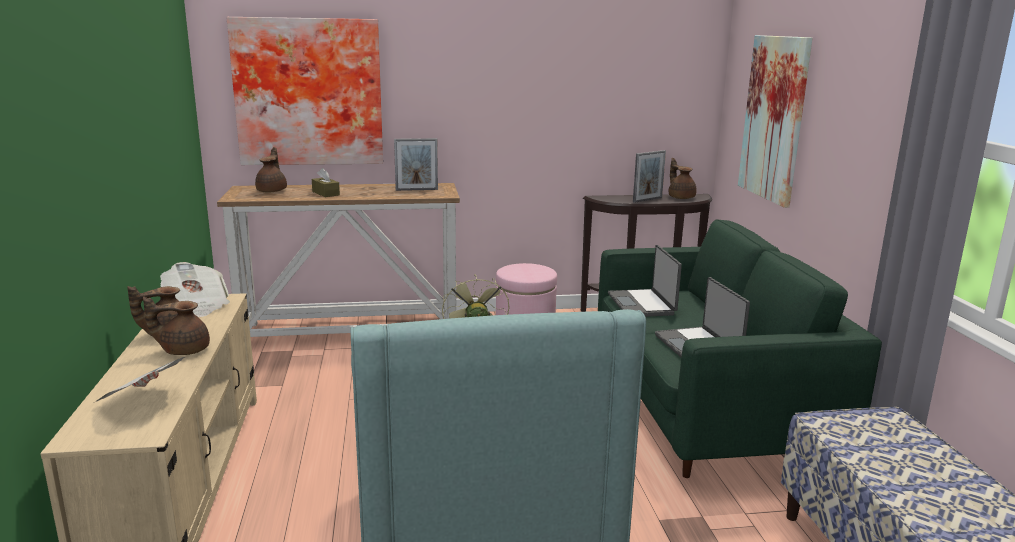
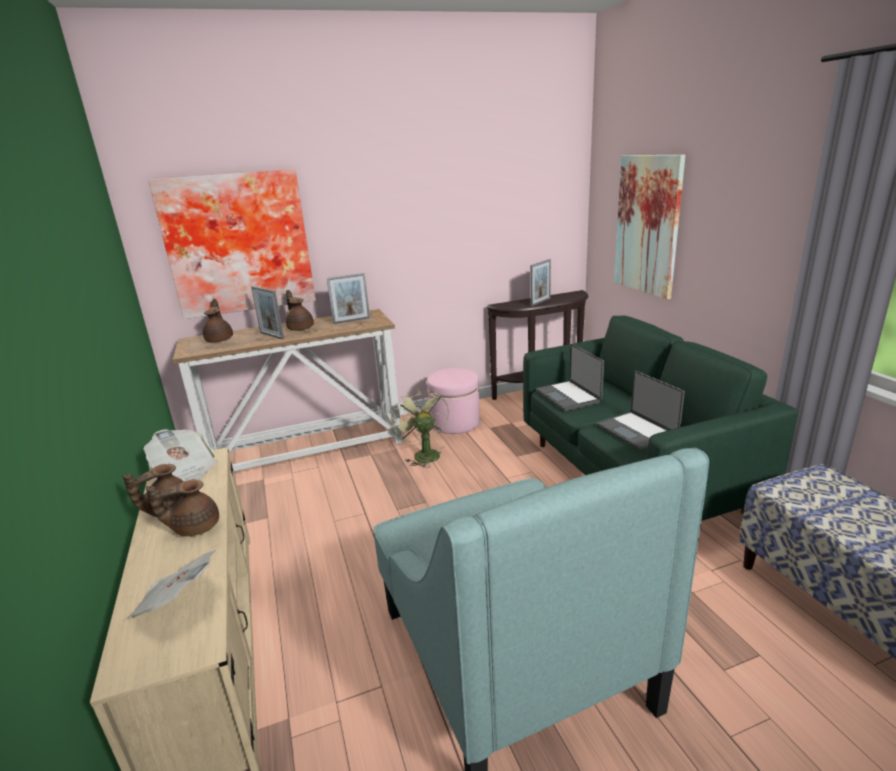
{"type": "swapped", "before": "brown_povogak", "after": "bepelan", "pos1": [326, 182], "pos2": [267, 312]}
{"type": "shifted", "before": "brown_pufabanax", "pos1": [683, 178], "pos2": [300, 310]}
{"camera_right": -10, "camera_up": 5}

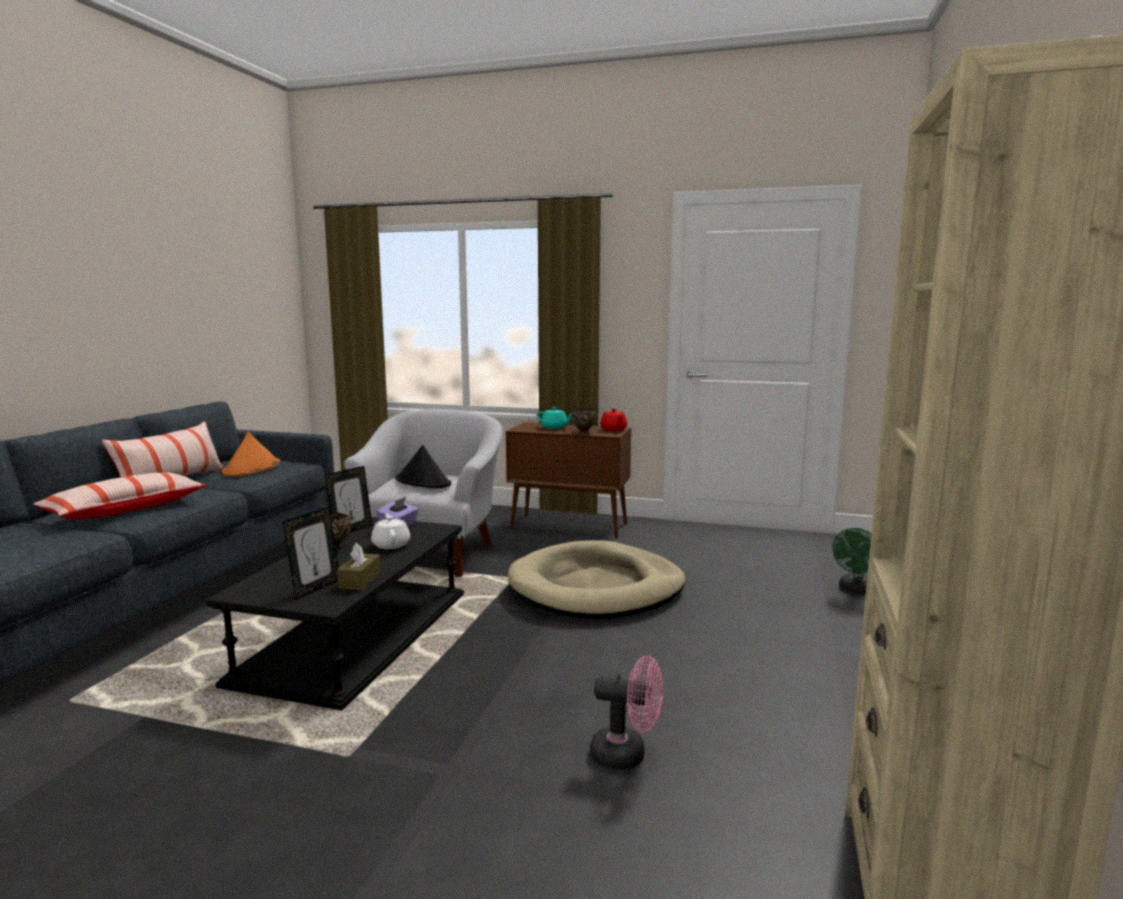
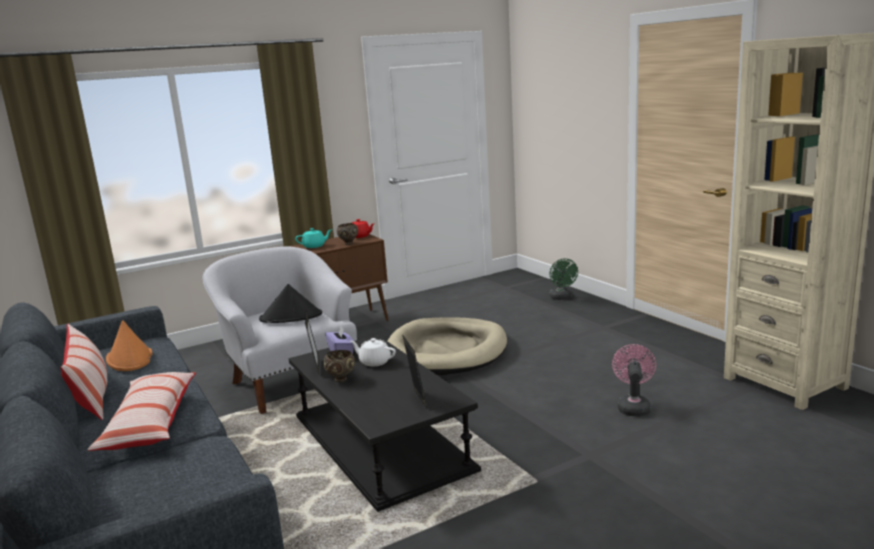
{"type": "rotated", "before": "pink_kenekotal", "pos1": [627, 713], "pos2": [634, 380], "turn": -45}
{"type": "gone", "before": "brown_povogak", "pos1": [359, 566]}
{"camera_right": -45, "camera_up": 5}

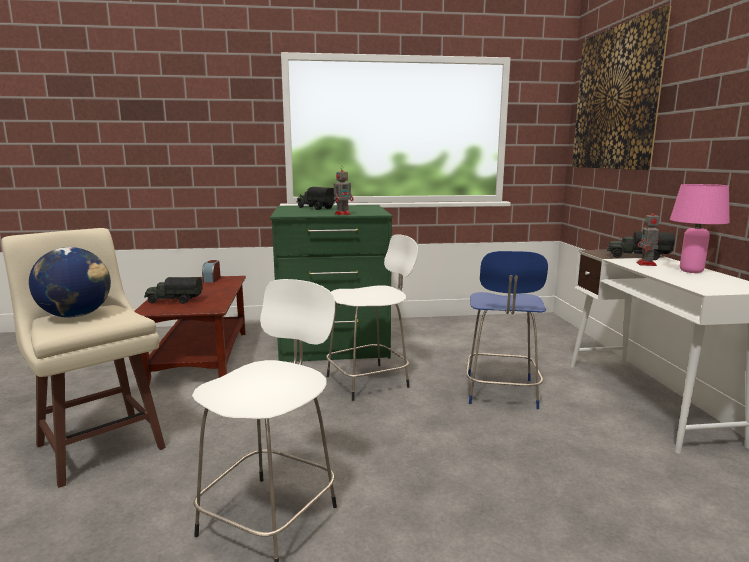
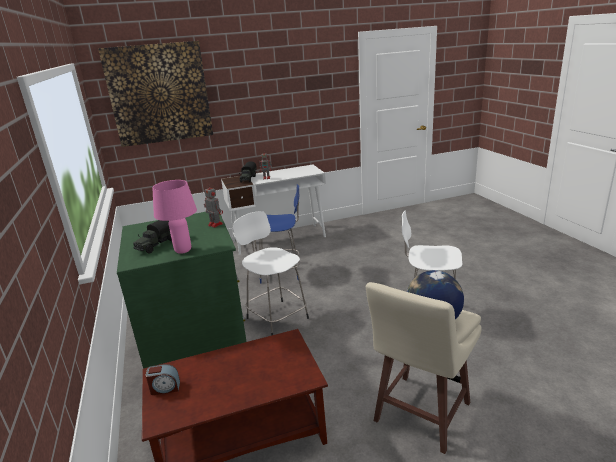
{"type": "shifted", "before": "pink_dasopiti", "pos1": [700, 228], "pos2": [174, 217]}
{"type": "gone", "before": "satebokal", "pos1": [173, 290]}
{"camera_right": -100, "camera_up": 10}

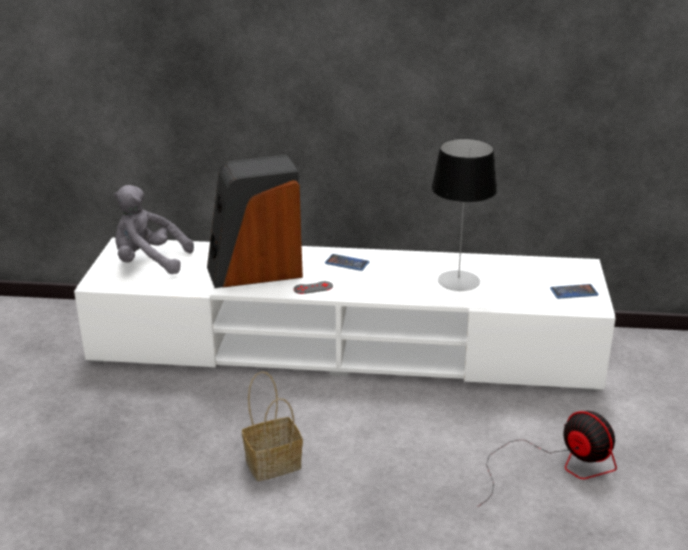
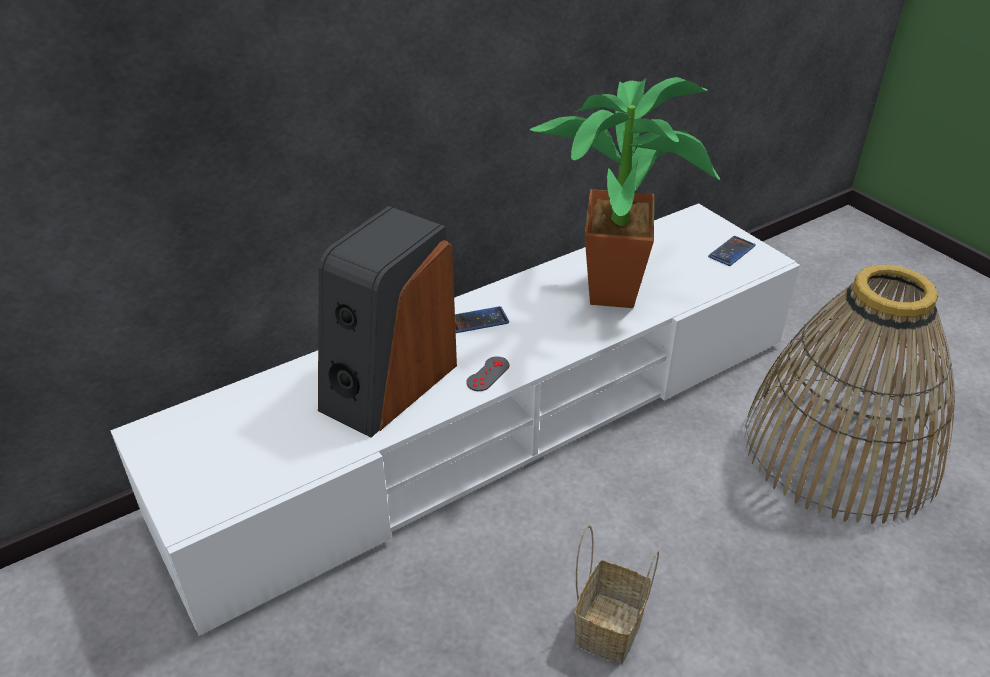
{"type": "swapped", "before": "dasopiti", "after": "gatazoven", "pos1": [464, 214], "pos2": [625, 192]}
{"type": "swapped", "before": "kenekotal", "after": "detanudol", "pos1": [548, 458], "pos2": [849, 394]}
{"type": "gone", "before": "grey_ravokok", "pos1": [154, 229]}
{"camera_right": -40, "camera_up": 10}

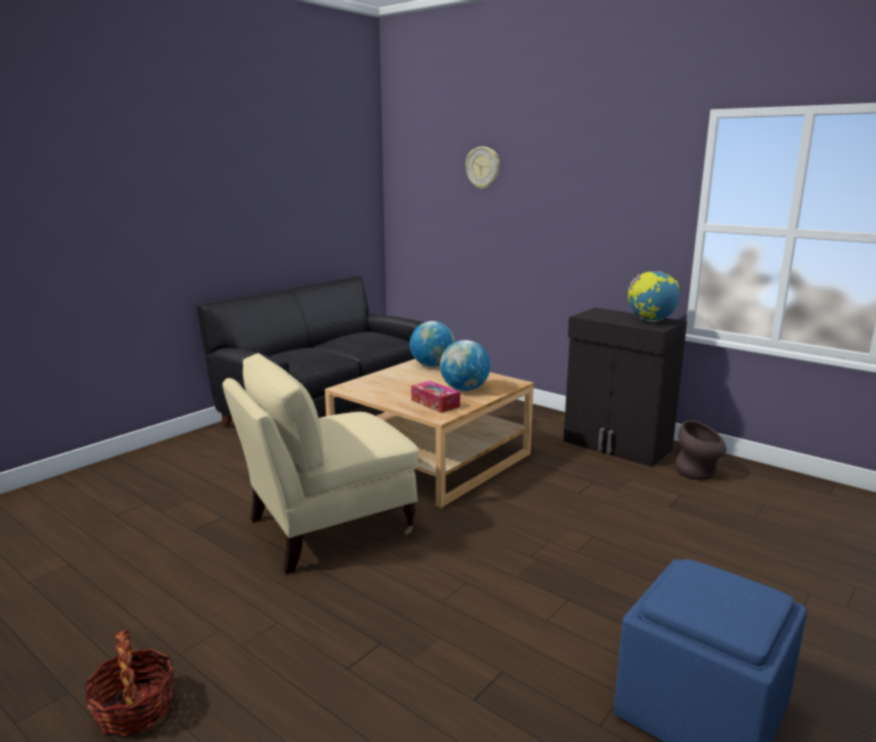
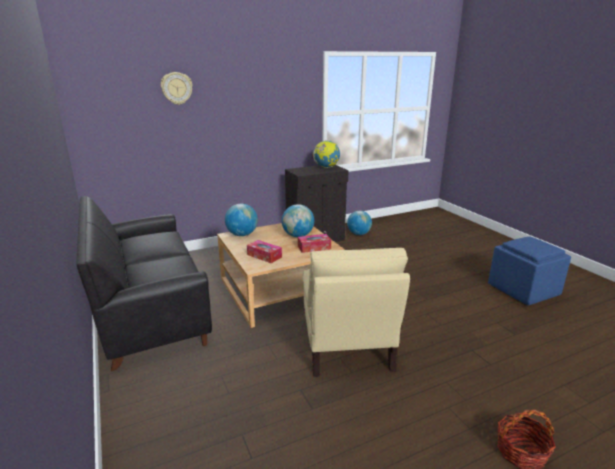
{"type": "new", "after": "povogak", "pos2": [264, 251]}
{"type": "swapped", "before": "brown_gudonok", "after": "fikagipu", "pos1": [701, 450], "pos2": [359, 223]}
{"camera_right": -65, "camera_up": 5}

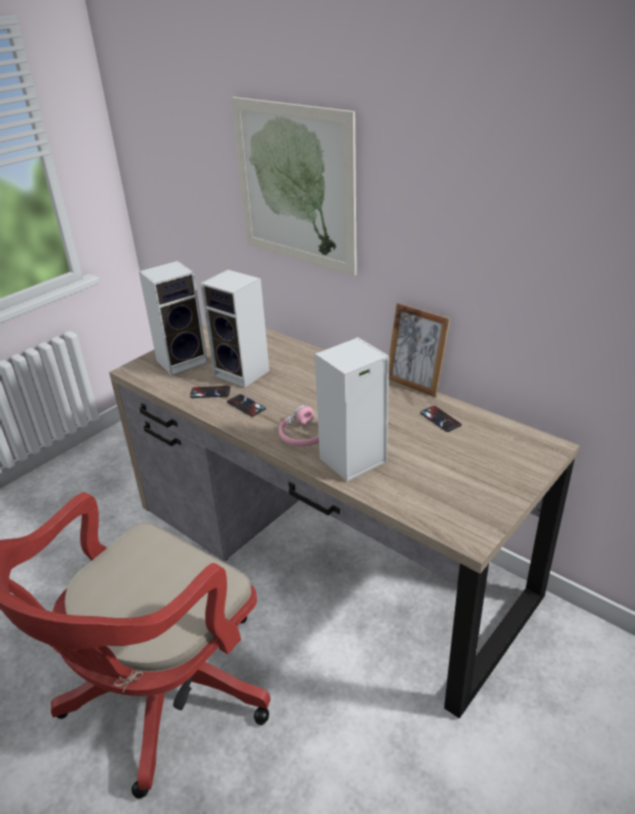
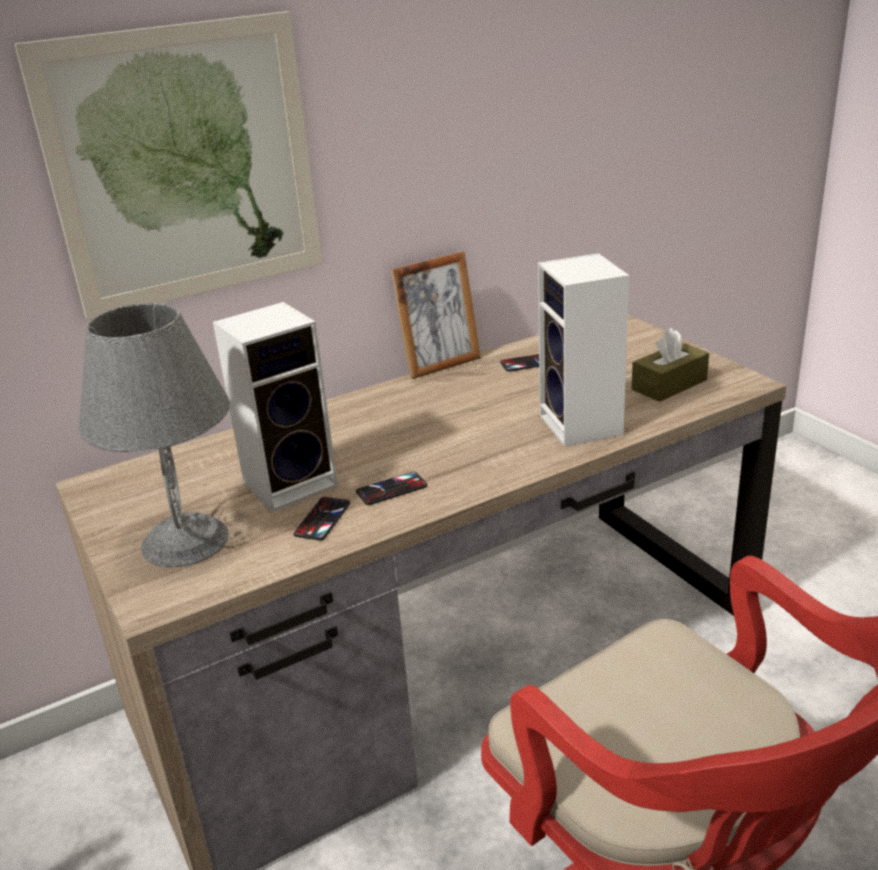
{"type": "swapped", "before": "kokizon", "after": "grey_dasopiti", "pos1": [173, 318], "pos2": [154, 435]}
{"type": "new", "after": "brown_povogak", "pos2": [670, 365]}
{"type": "gone", "before": "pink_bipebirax", "pos1": [299, 425]}
{"camera_right": -70, "camera_up": -5}

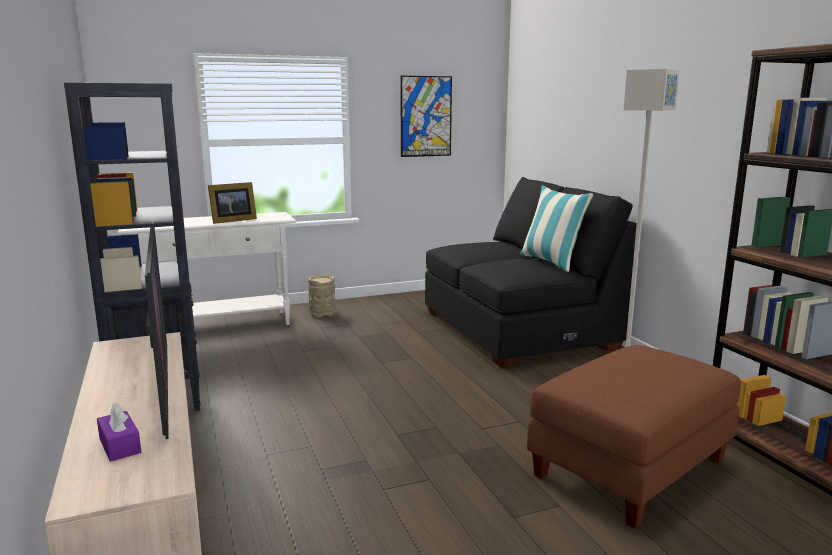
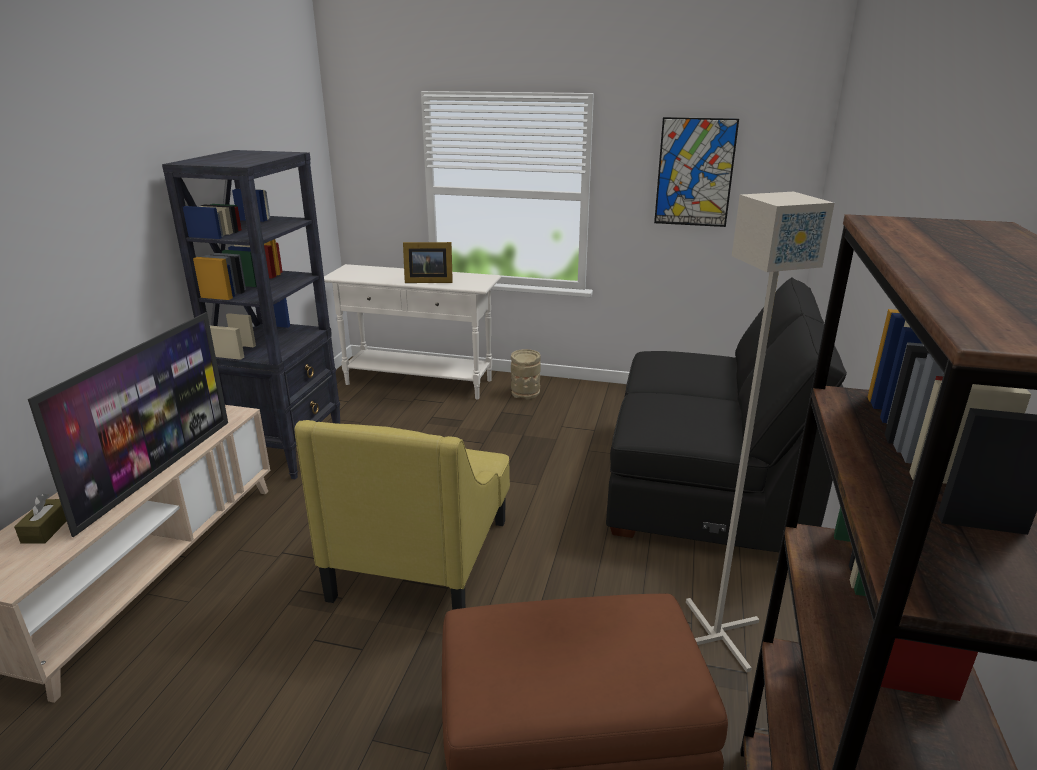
{"type": "repainted", "before": "purple_povogak", "after": "brown_povogak", "pos1": [119, 432], "pos2": [40, 518]}
{"type": "new", "after": "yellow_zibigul", "pos2": [402, 515]}
{"type": "gone", "before": "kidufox", "pos1": [556, 228]}
{"camera_right": 35, "camera_up": 10}

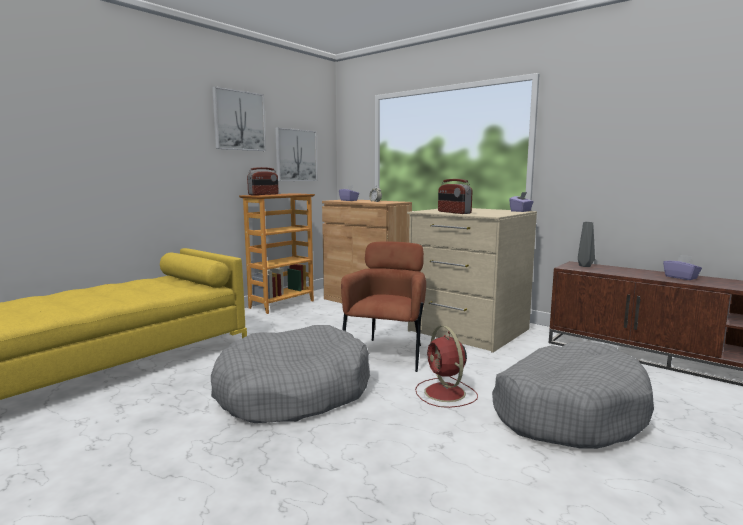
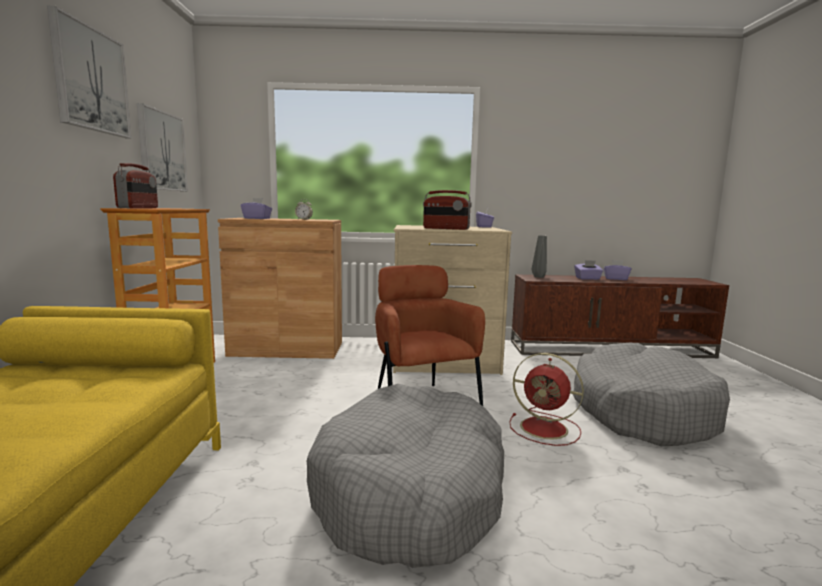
{"type": "new", "after": "purple_povogak", "pos2": [588, 270]}
{"camera_right": -40, "camera_up": 0}

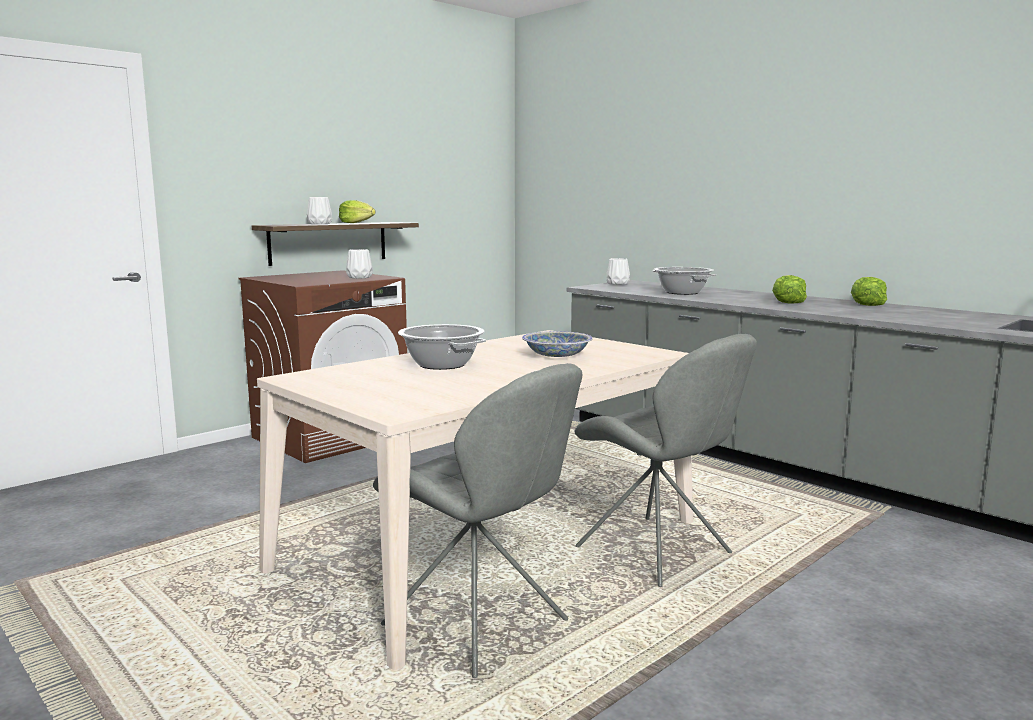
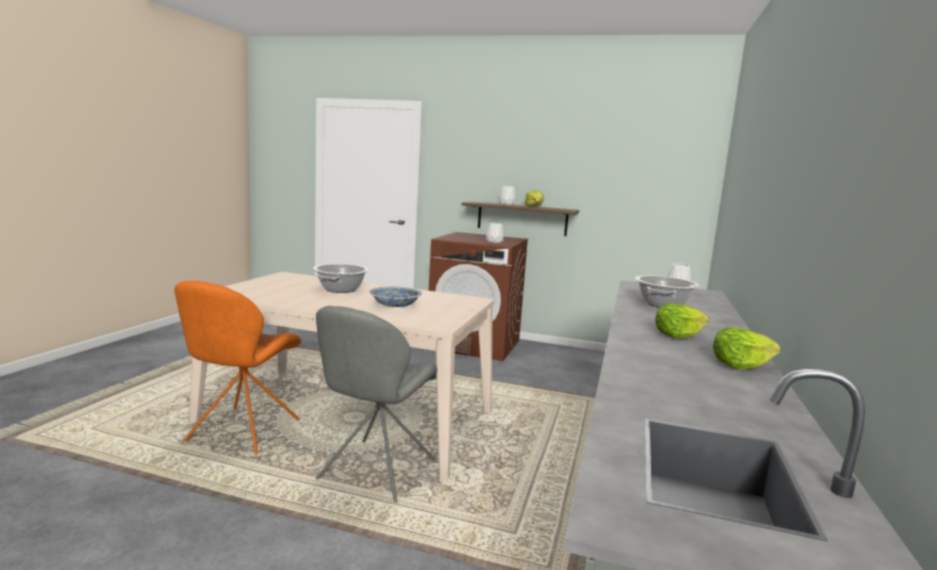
{"type": "repainted", "before": "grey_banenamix", "after": "orange_banenamix", "pos1": [477, 520], "pos2": [237, 367]}
{"camera_right": 60, "camera_up": 0}

